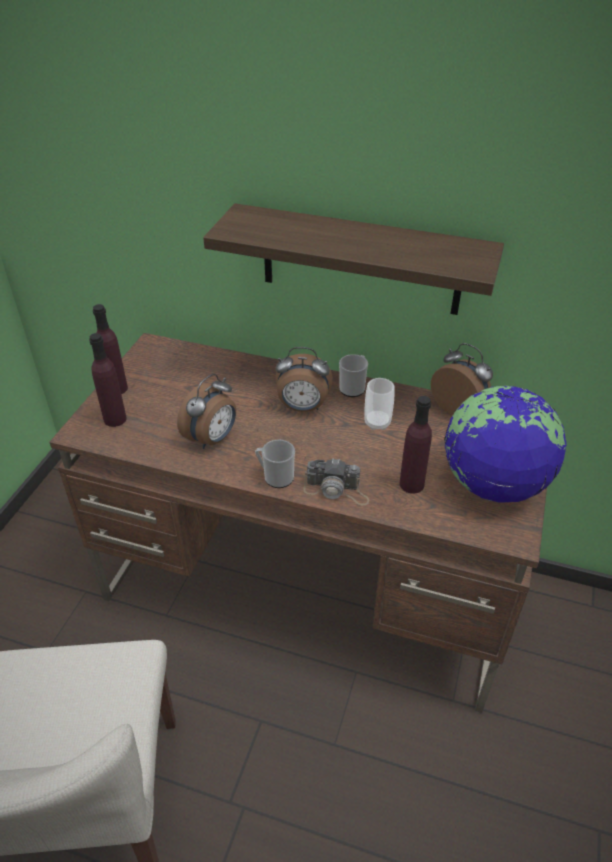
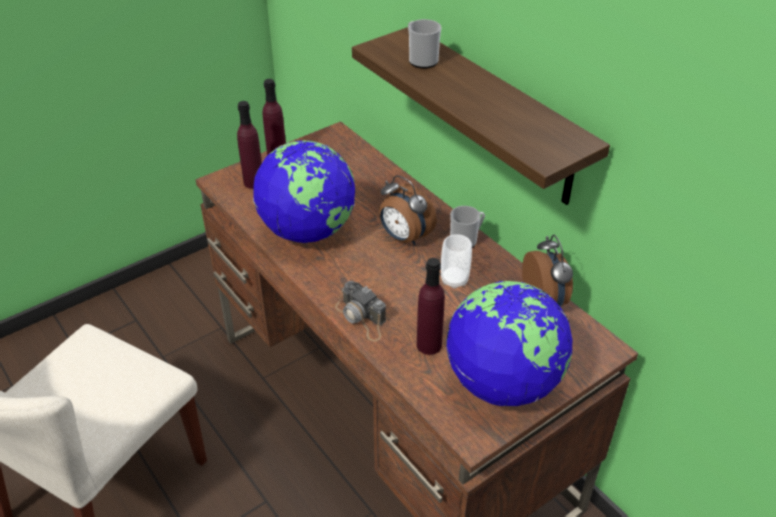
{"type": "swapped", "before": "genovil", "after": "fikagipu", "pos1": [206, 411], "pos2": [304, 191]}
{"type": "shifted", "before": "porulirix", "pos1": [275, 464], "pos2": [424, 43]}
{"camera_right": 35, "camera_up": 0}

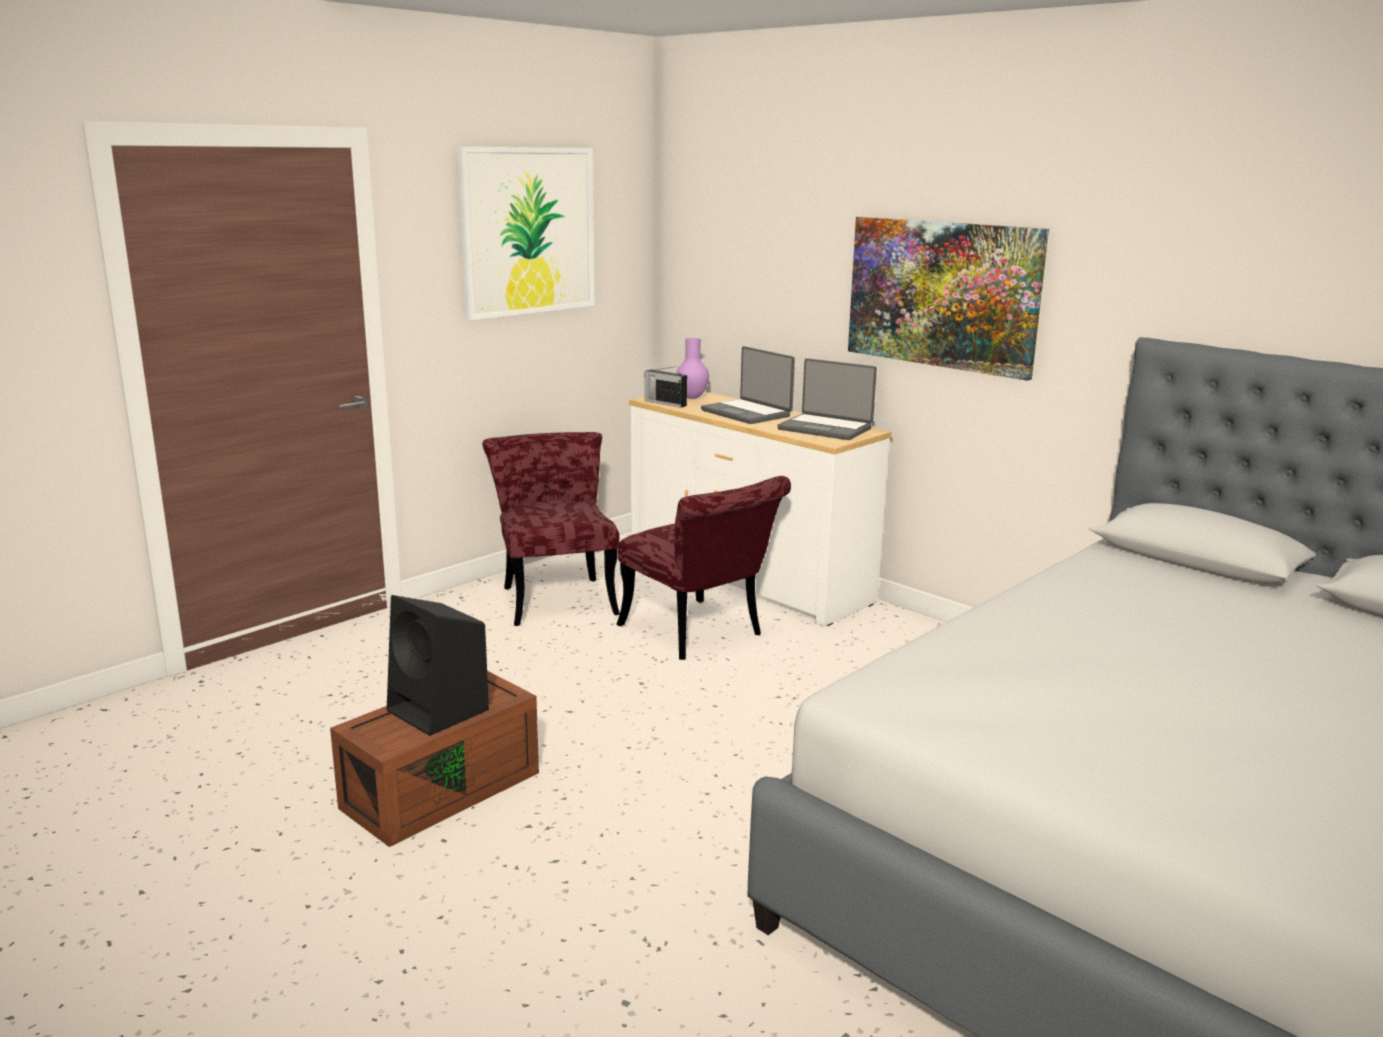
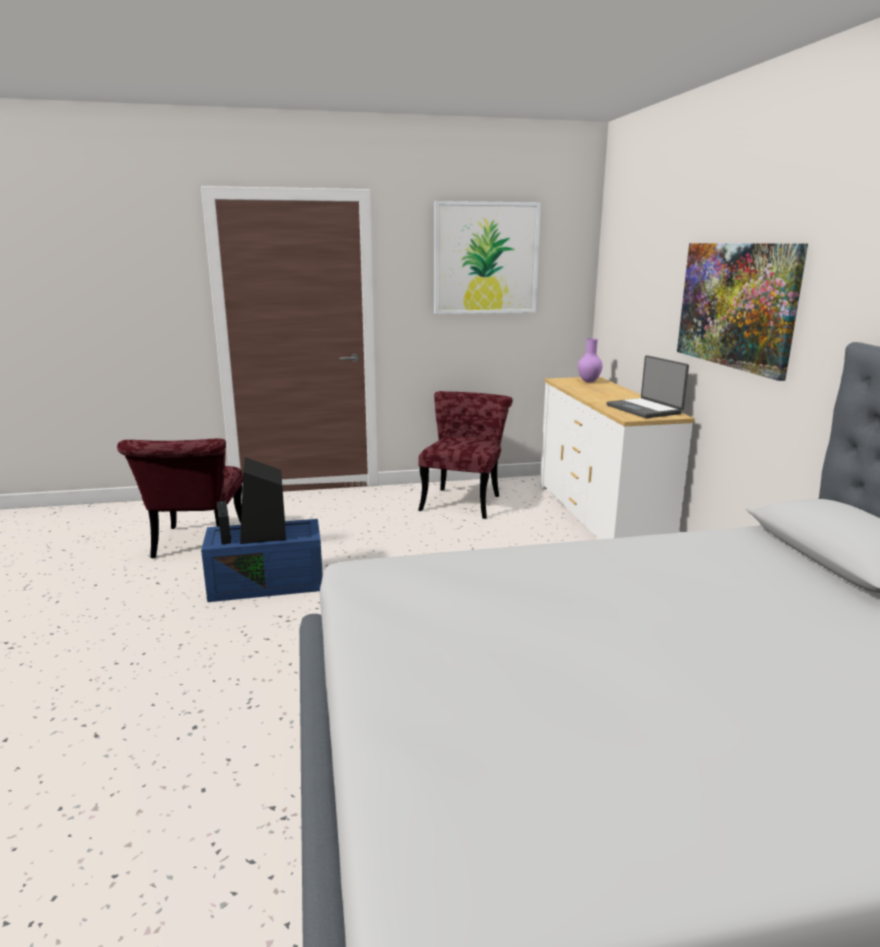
{"type": "shifted", "before": "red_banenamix", "pos1": [703, 568], "pos2": [180, 498]}
{"type": "repainted", "before": "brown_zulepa", "after": "blue_zulepa", "pos1": [434, 759], "pos2": [262, 560]}
{"type": "shifted", "before": "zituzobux", "pos1": [665, 387], "pos2": [224, 523]}
{"type": "gone", "before": "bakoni", "pos1": [748, 385]}
{"camera_right": 35, "camera_up": 0}

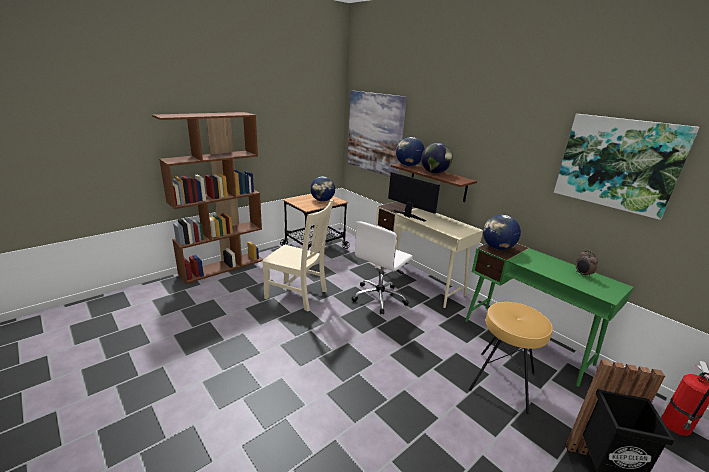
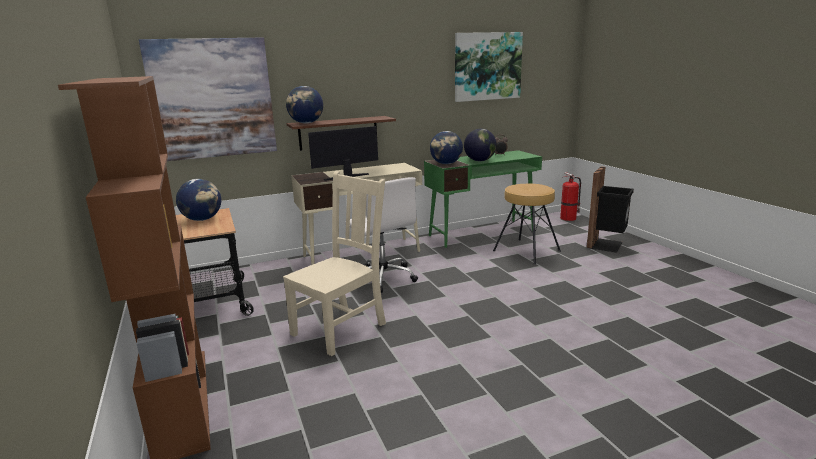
{"type": "shifted", "before": "fikagipu", "pos1": [436, 158], "pos2": [480, 145]}
{"camera_right": -70, "camera_up": -5}

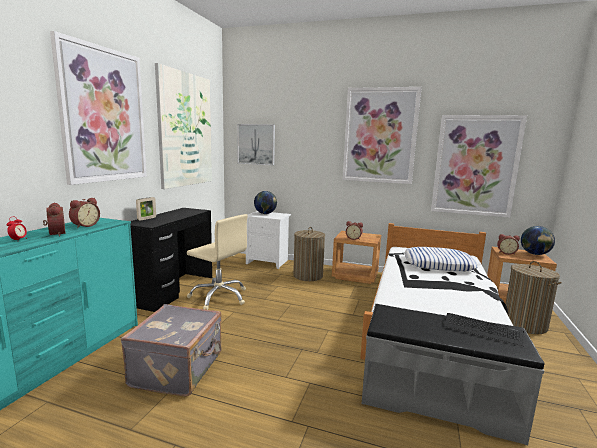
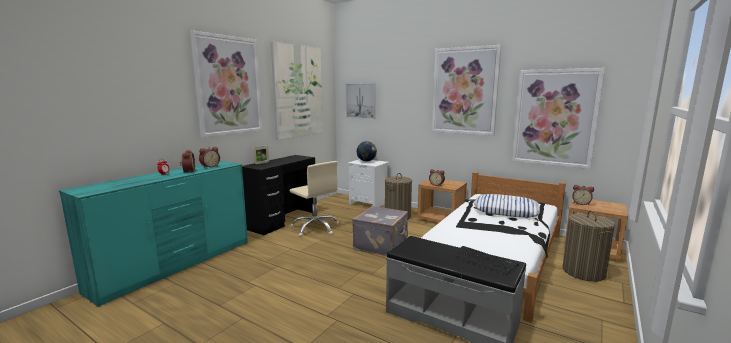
{"type": "shifted", "before": "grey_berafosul", "pos1": [171, 350], "pos2": [380, 231]}
{"type": "gone", "before": "fikagipu", "pos1": [538, 240]}
{"camera_right": 15, "camera_up": 0}

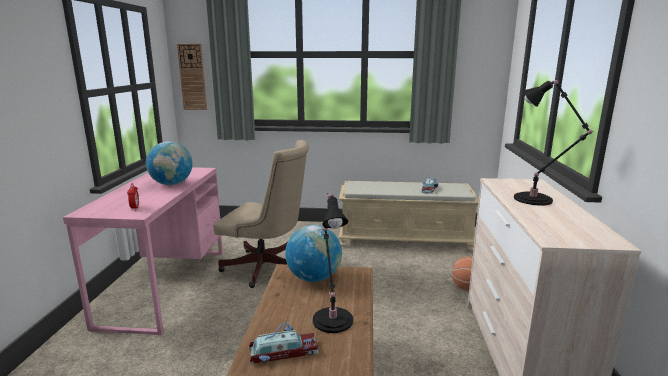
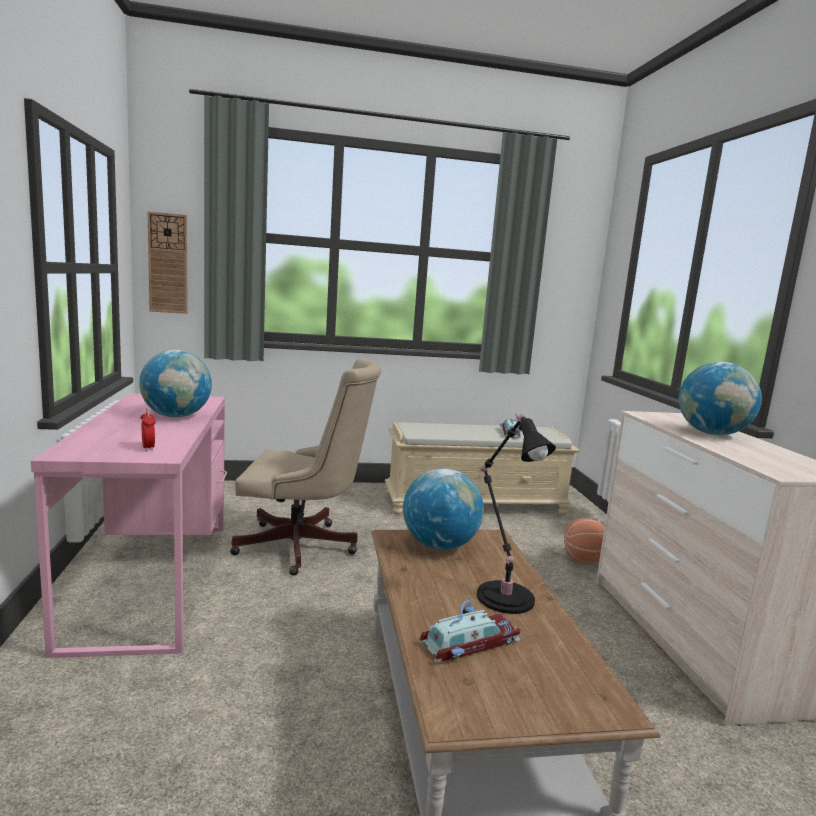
{"type": "swapped", "before": "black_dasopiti", "after": "fikagipu", "pos1": [554, 143], "pos2": [720, 398]}
{"camera_right": -15, "camera_up": -5}

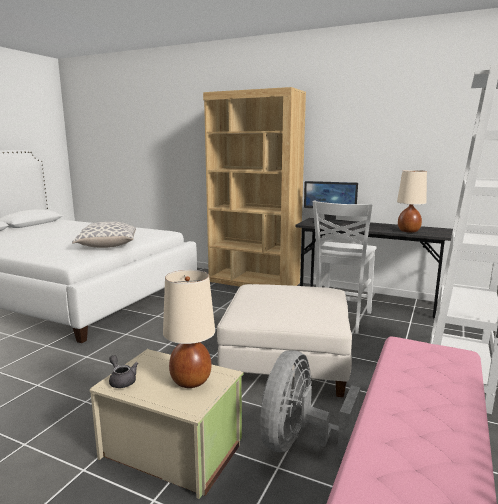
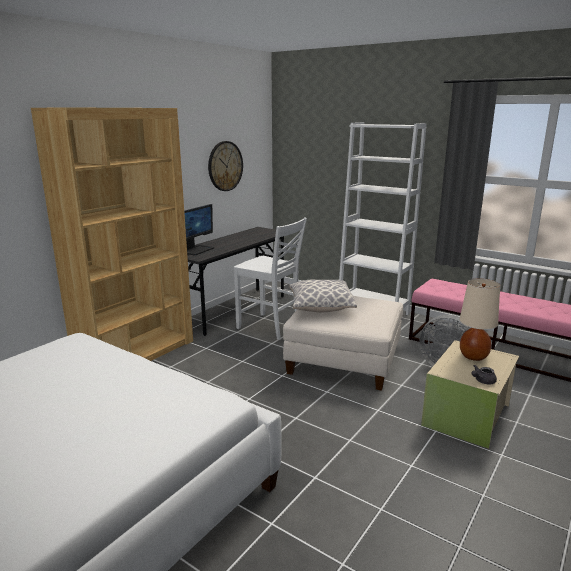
{"type": "new", "after": "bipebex", "pos2": [225, 166]}
{"type": "shifted", "before": "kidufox", "pos1": [104, 235], "pos2": [323, 296]}
{"type": "gone", "before": "beige_dasopiti", "pos1": [412, 201]}
{"camera_right": -80, "camera_up": 5}

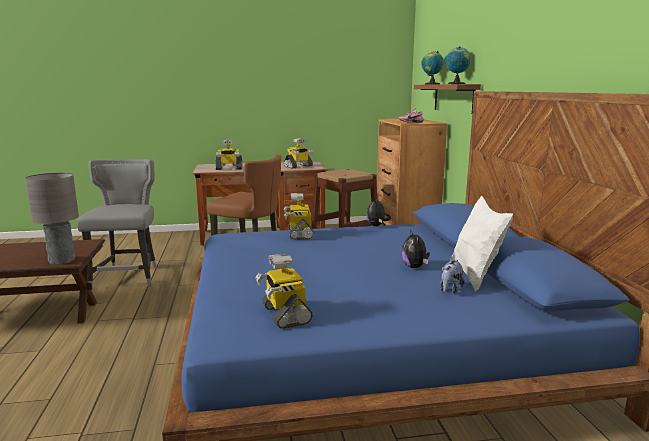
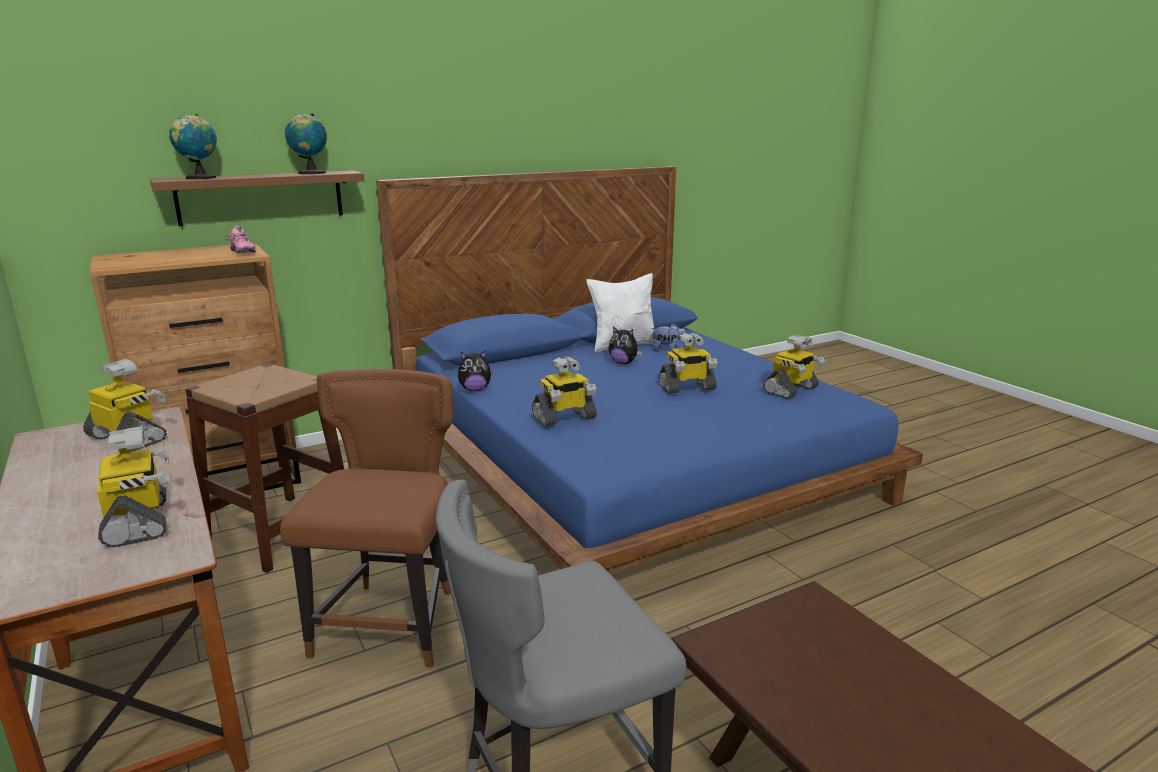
{"type": "rotated", "before": "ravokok", "pos1": [415, 249], "pos2": [625, 345], "turn": 60}
{"type": "new", "after": "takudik", "pos2": [688, 363]}
{"type": "gone", "before": "grey_dasopiti", "pos1": [52, 219]}
{"camera_right": -110, "camera_up": 5}

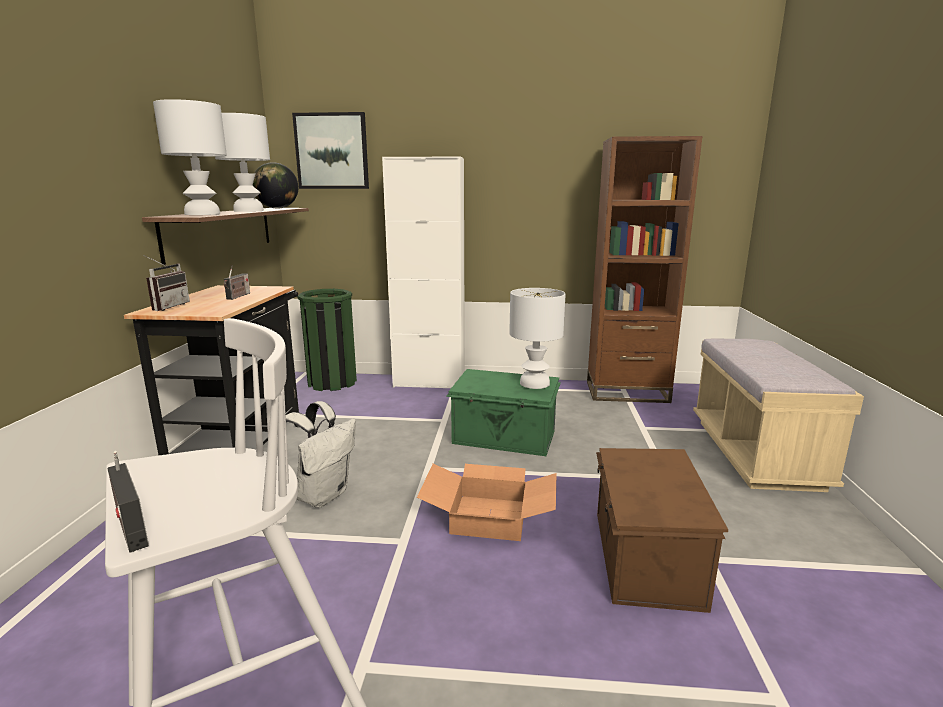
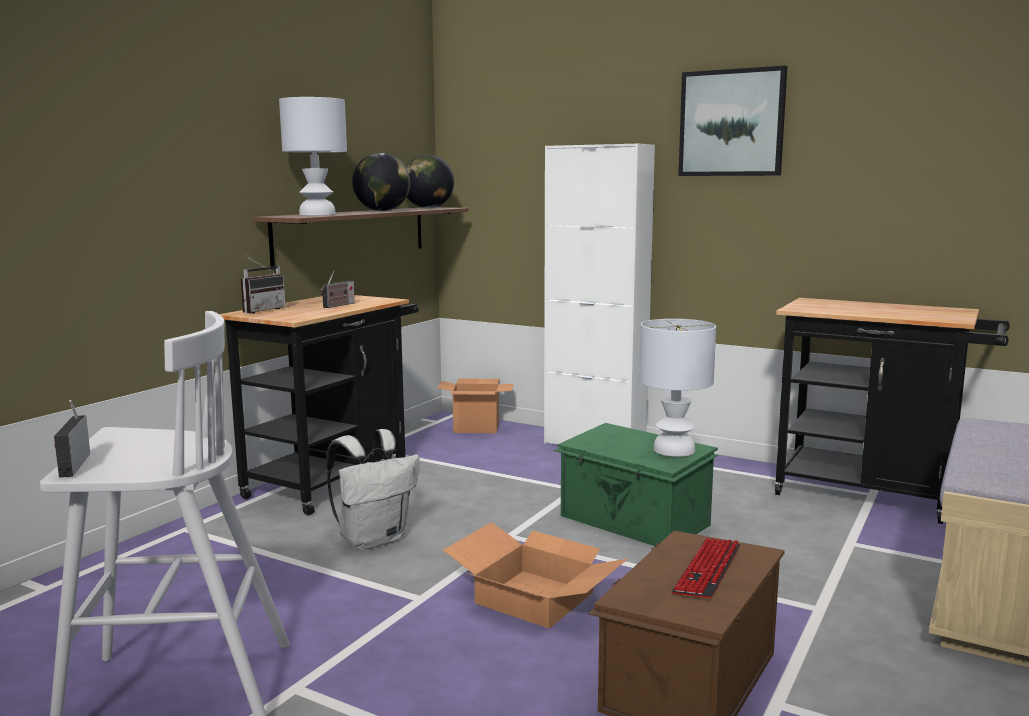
{"type": "swapped", "before": "white_dasopiti", "after": "fikagipu", "pos1": [242, 162], "pos2": [381, 182]}
{"type": "swapped", "before": "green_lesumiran", "after": "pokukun", "pos1": [327, 340], "pos2": [475, 405]}
{"type": "new", "after": "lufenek", "pos2": [706, 568]}
{"type": "shifted", "before": "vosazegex", "pos1": [330, 150], "pos2": [732, 120]}
{"type": "swapped", "before": "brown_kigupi", "after": "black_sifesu", "pos1": [644, 269], "pos2": [892, 411]}
{"camera_right": 25, "camera_up": -5}

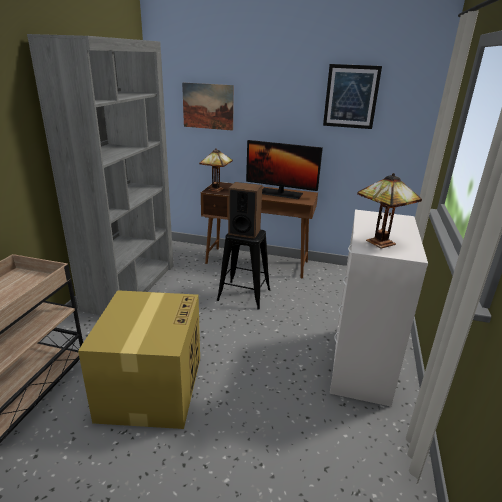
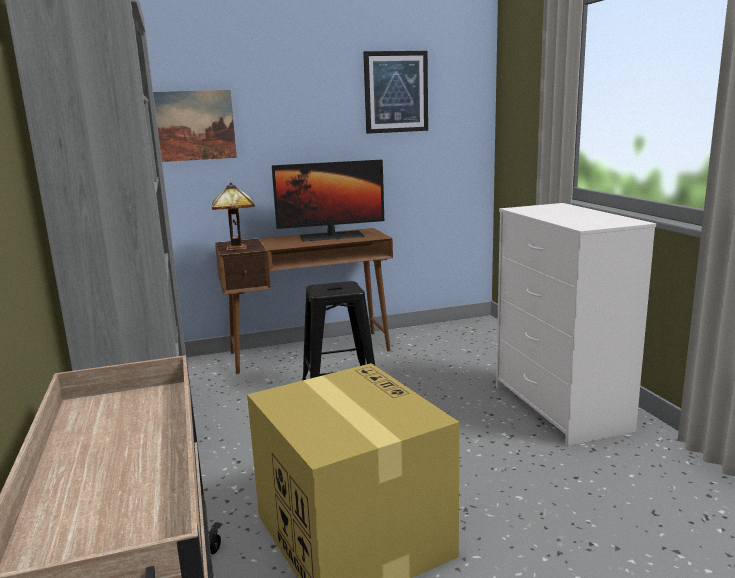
{"type": "gone", "before": "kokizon", "pos1": [245, 210]}
{"type": "gone", "before": "dasopiti", "pos1": [389, 210]}
{"camera_right": -30, "camera_up": -10}

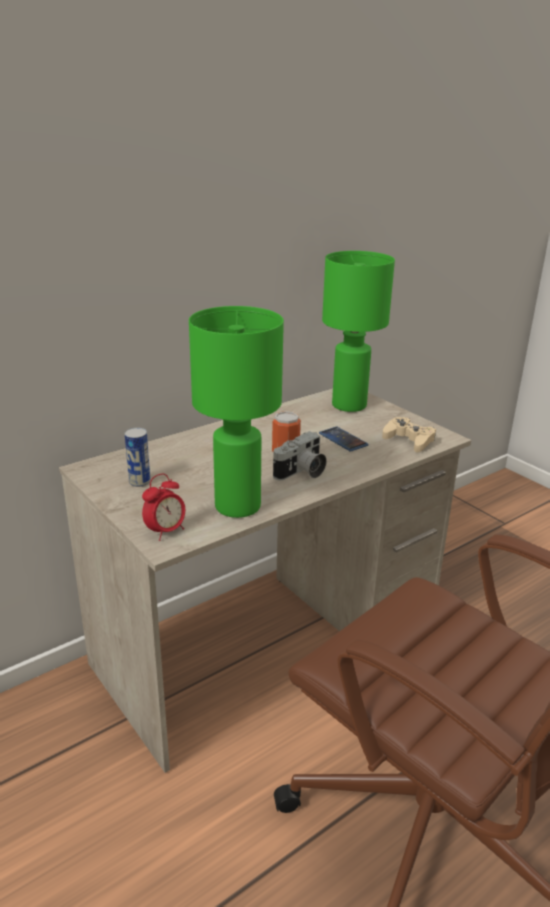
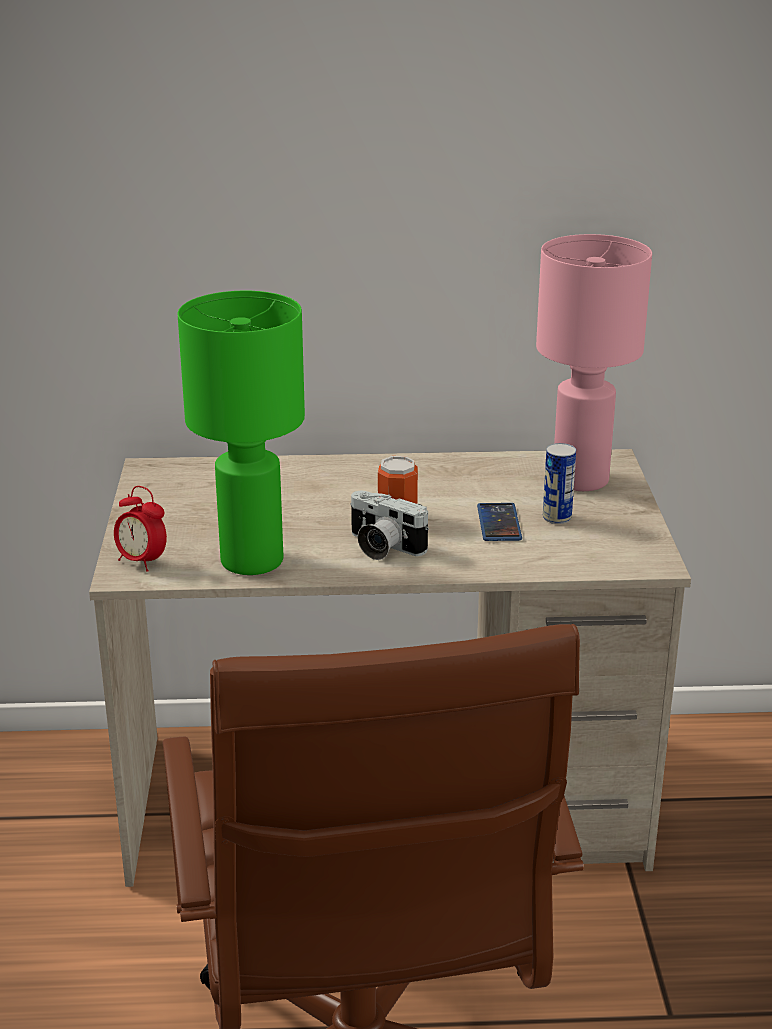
{"type": "rotated", "before": "genovil", "pos1": [163, 507], "pos2": [140, 529], "turn": 45}
{"type": "rotated", "before": "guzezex", "pos1": [300, 455], "pos2": [389, 525], "turn": 45}
{"type": "repainted", "before": "green_dasopiti", "after": "pink_dasopiti", "pos1": [358, 331], "pos2": [594, 362]}
{"type": "shifted", "before": "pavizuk", "pos1": [137, 457], "pos2": [559, 483]}
{"type": "gone", "before": "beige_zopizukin", "pos1": [409, 434]}
{"camera_right": 35, "camera_up": 0}

